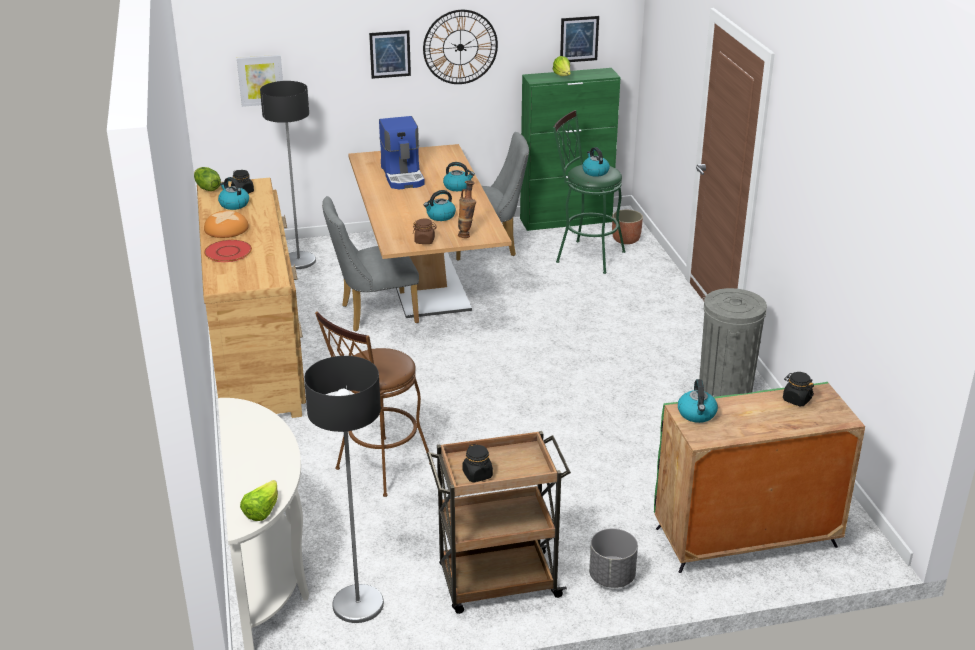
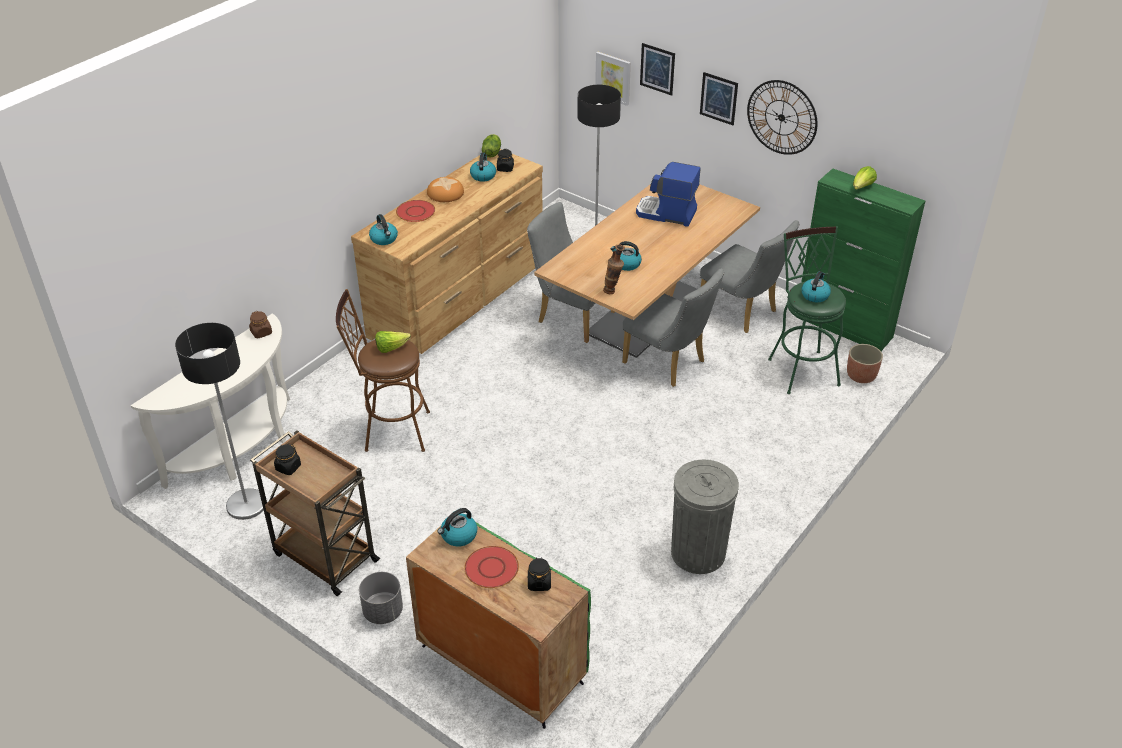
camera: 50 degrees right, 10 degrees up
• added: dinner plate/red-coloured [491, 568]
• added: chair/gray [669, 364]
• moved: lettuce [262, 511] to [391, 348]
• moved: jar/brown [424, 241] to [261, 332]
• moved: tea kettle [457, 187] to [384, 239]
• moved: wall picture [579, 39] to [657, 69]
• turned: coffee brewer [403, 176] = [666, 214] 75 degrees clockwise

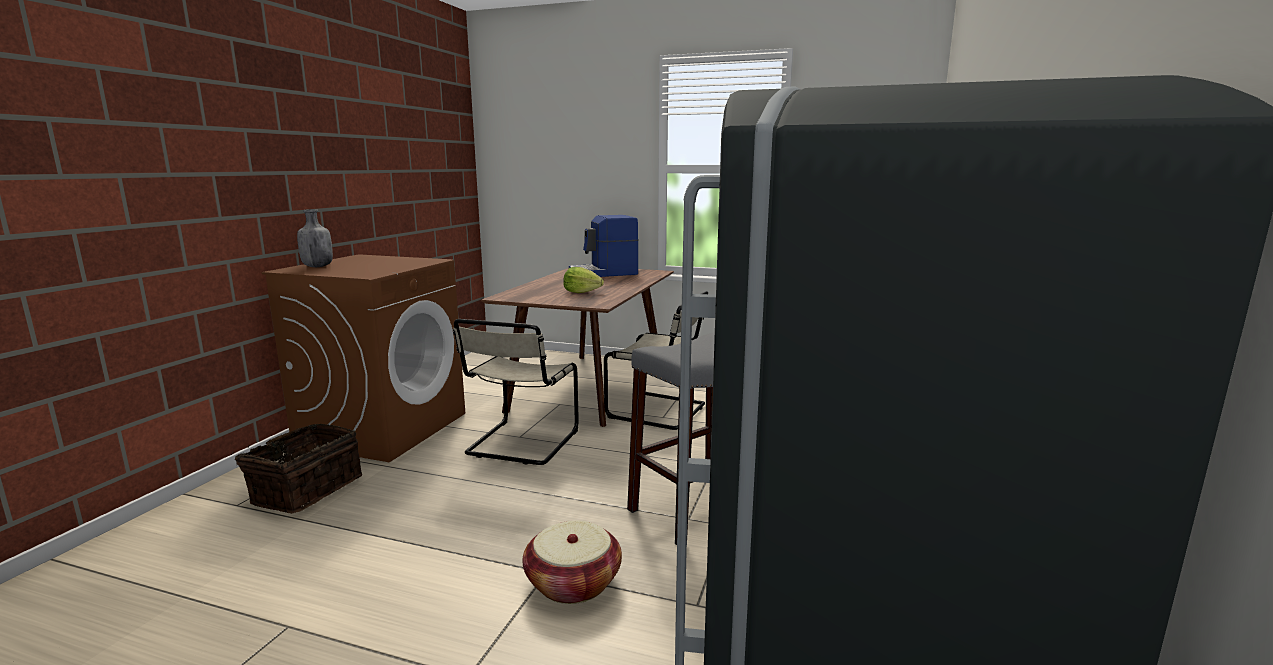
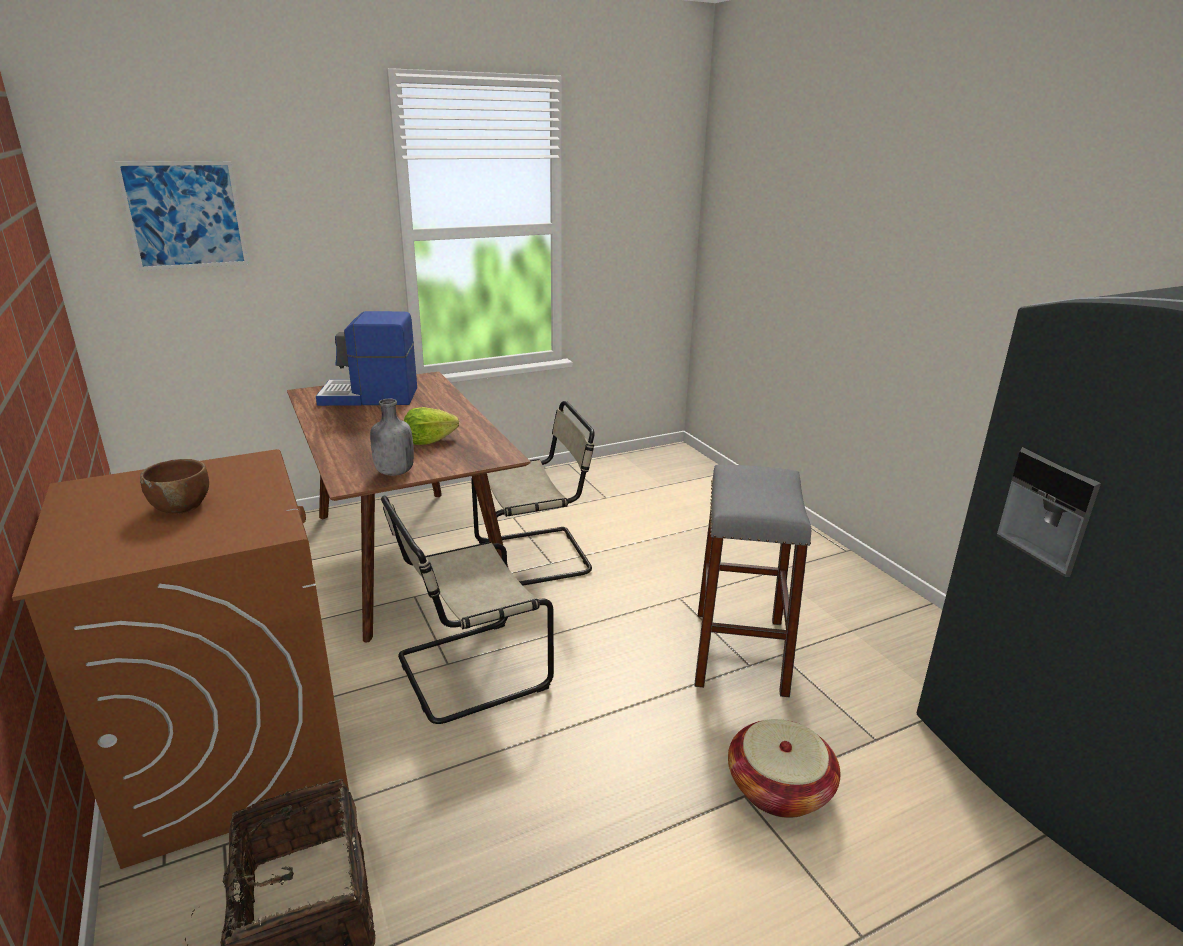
camera: 45 degrees left, 10 degrees up
• added: wall picture [185, 215]
• added: bowl/brown [181, 506]
• moved: drink bottle/gray [317, 266] to [394, 472]
• turned: chair/sand-coloured [521, 444] = [467, 672] 90 degrees clockwise
• turned: coffee brewer [604, 273] = [370, 397] 60 degrees clockwise

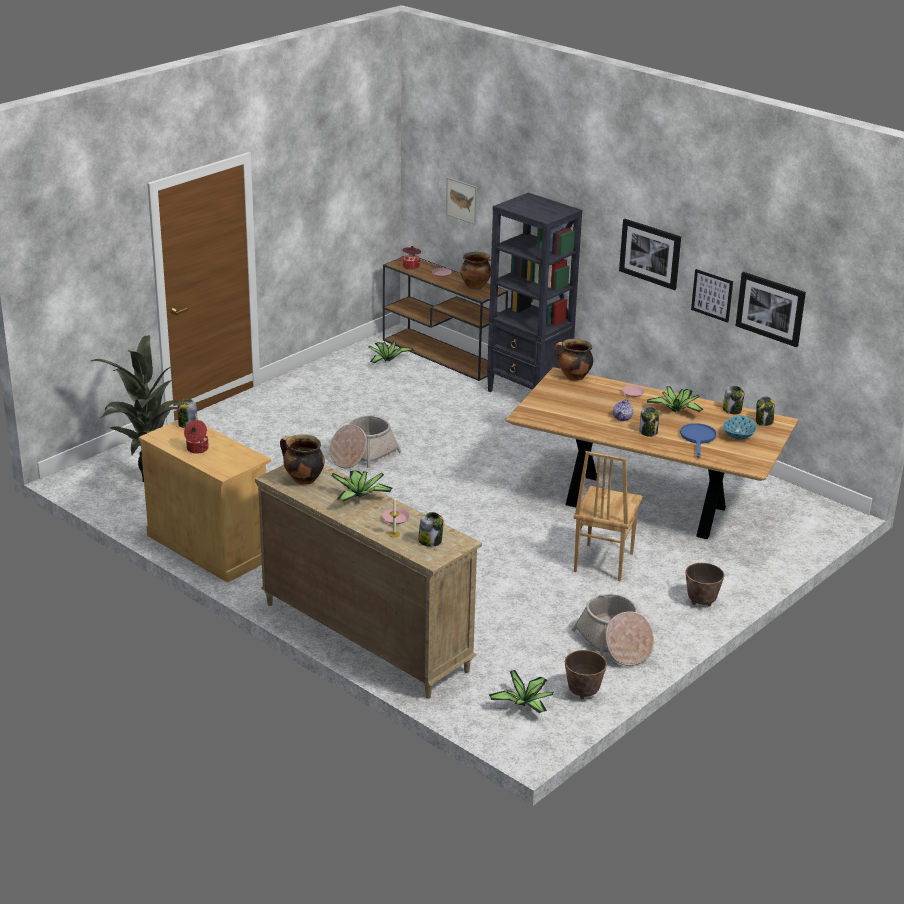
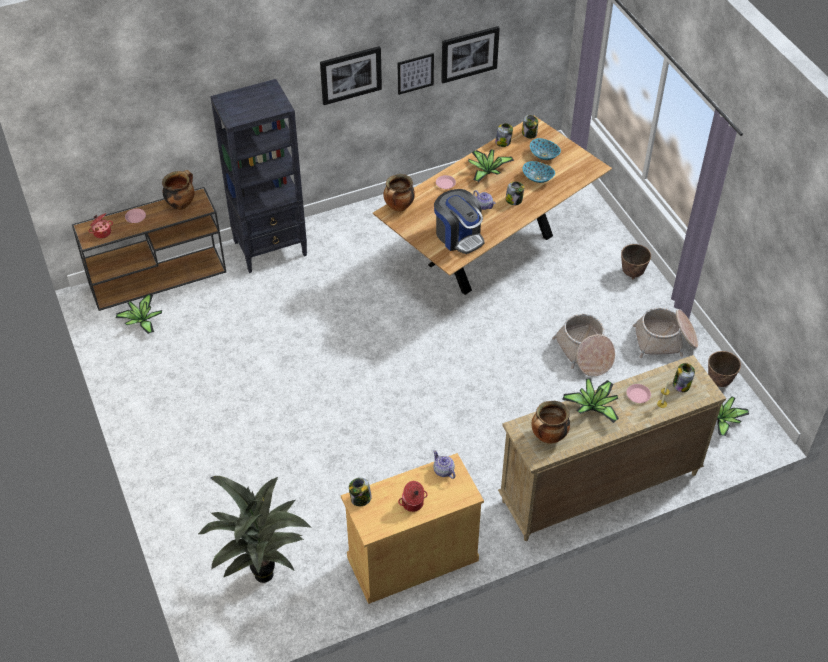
camera: 65 degrees left, 20 degrees up
• removed: wall picture [462, 200]
• removed: chair/brown [602, 562]
• added: tea pot [443, 471]
• added: coffee brewer [458, 236]
• moved: basket [362, 455] to [584, 353]
• replaced: pan/blue-coloured [698, 439] to bowl [538, 178]

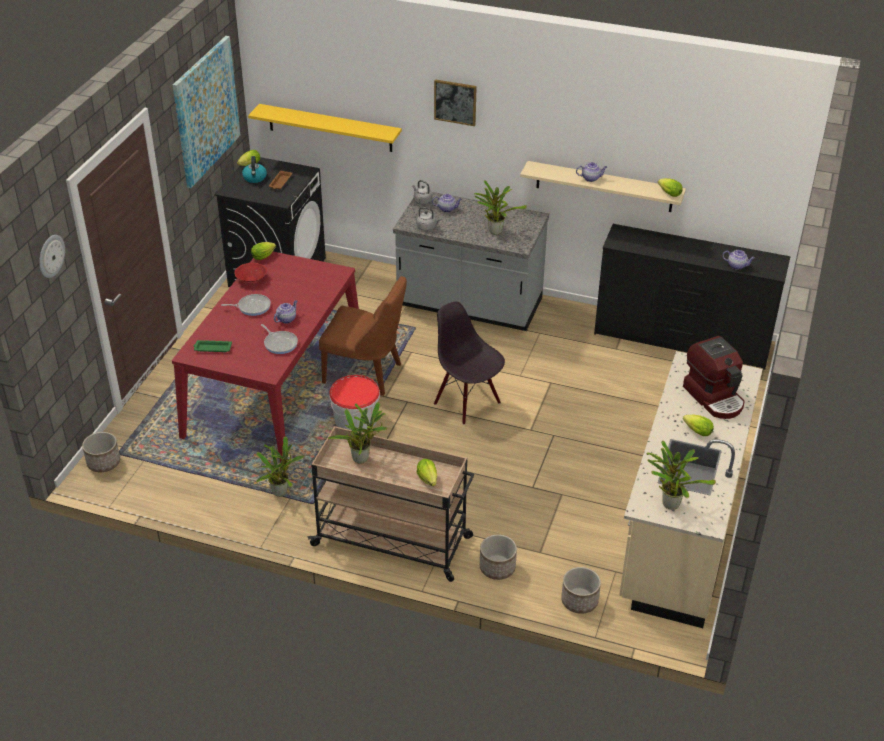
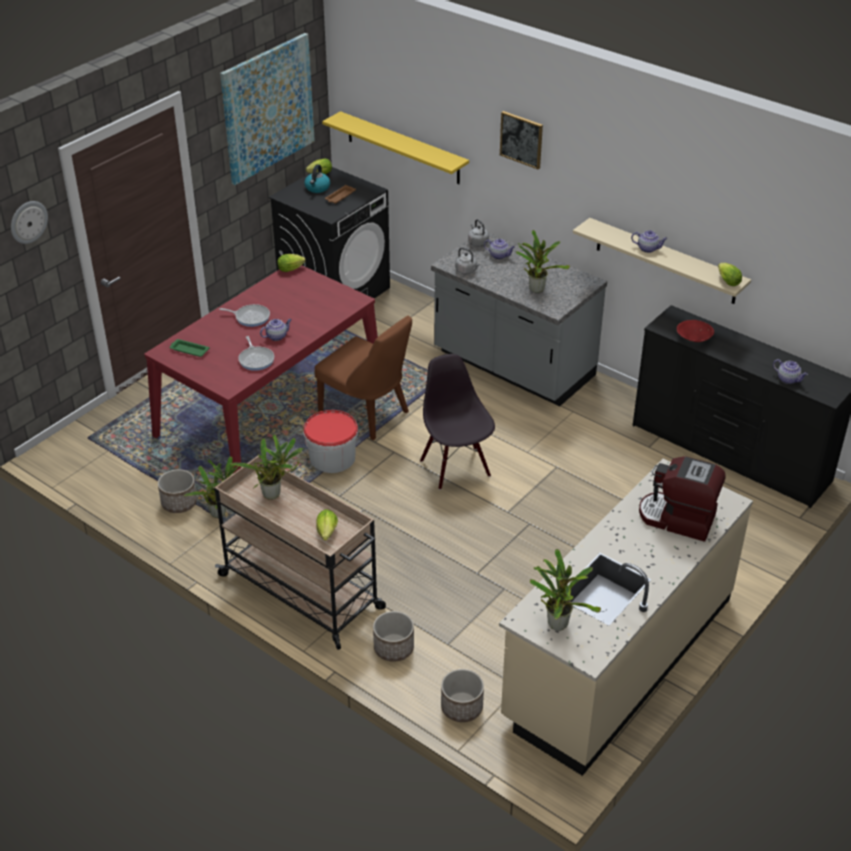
camera: 20 degrees right, 0 degrees up
• removed: lettuce [696, 431]
• moved: planter [103, 462] to [179, 502]
• moved: bowl/red-coloured [251, 279] to [694, 338]
• turned: coffee brewer [714, 397] = [677, 519] 120 degrees clockwise

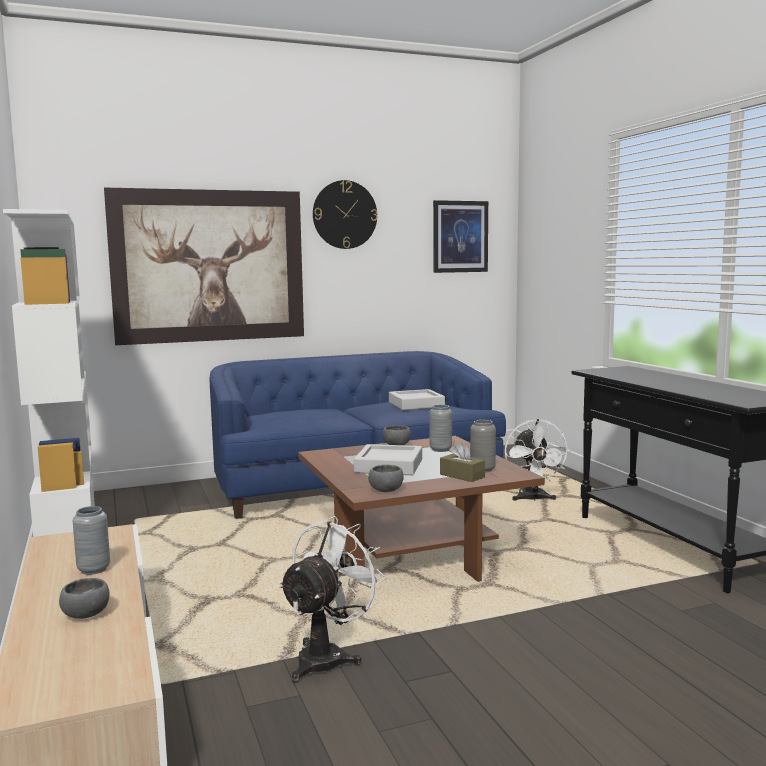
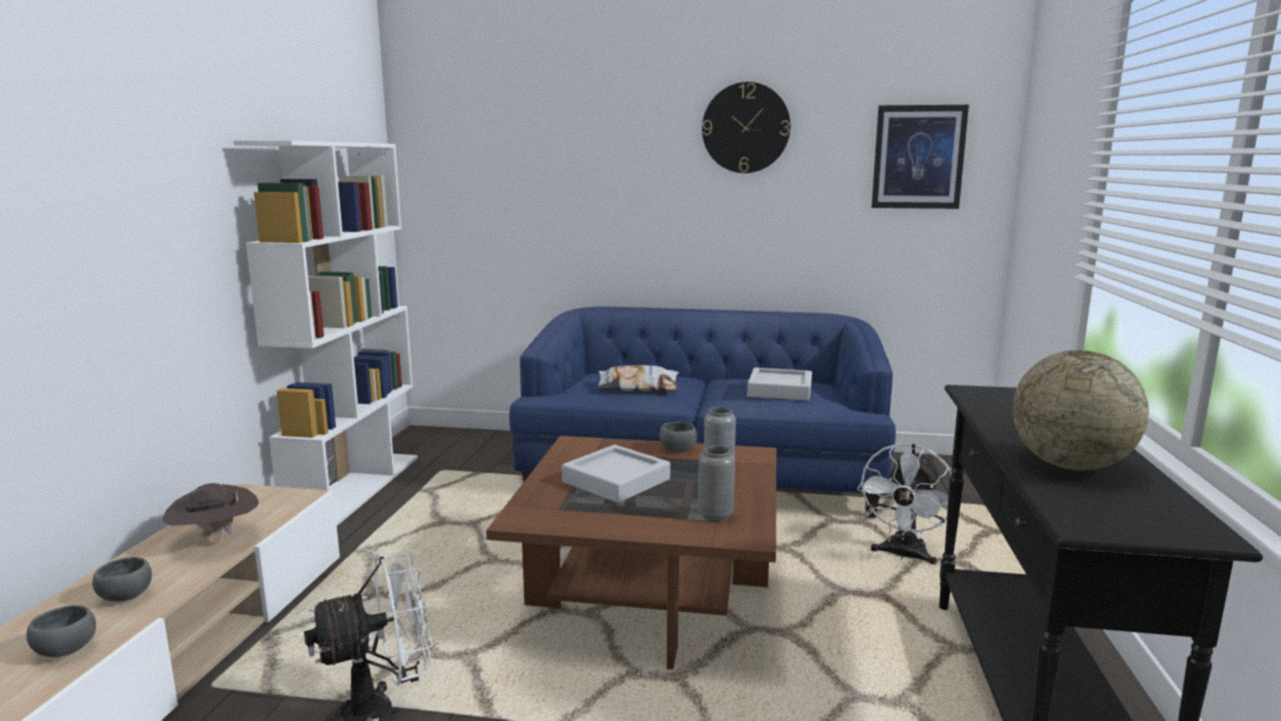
camera: 30 degrees right, 5 degrees up
• removed: wall picture [209, 266]
• removed: box of tissues/brown [462, 476]
• added: pillow [638, 387]
• added: world globe [1070, 465]
• moved: bowl/gray [387, 491] to [65, 651]
• replaced: vase/gray [93, 570] to wearable hat/brown [215, 540]

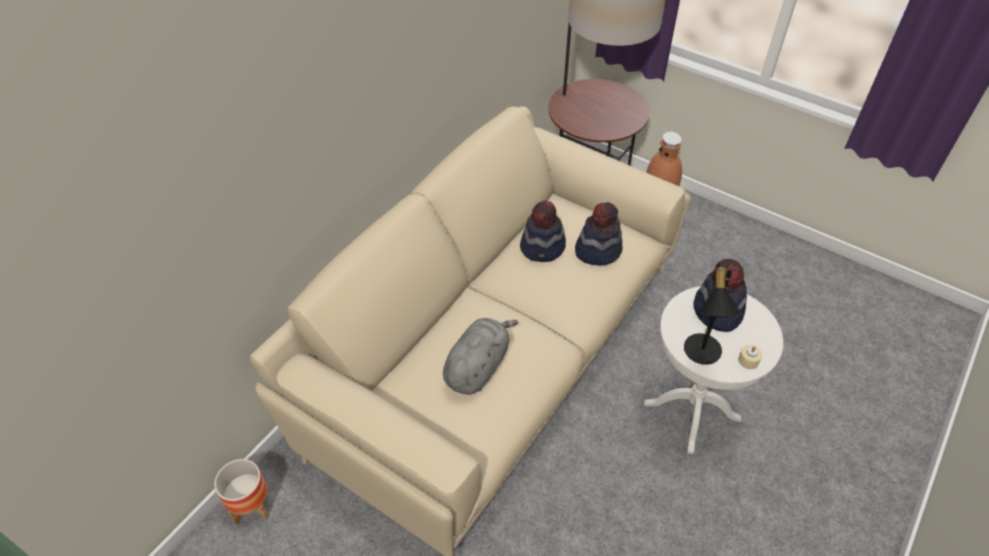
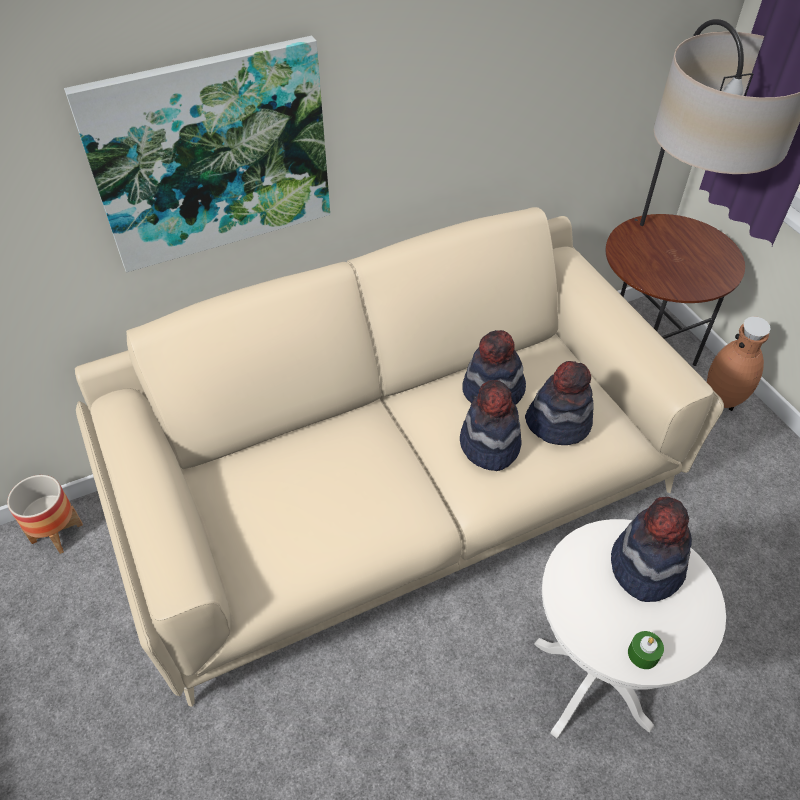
camera: 30 degrees right, 0 degrees up
• removed: cuddly toy/gray [478, 366]
• removed: tabletop lamp/blackish [701, 355]
• added: wall picture [212, 155]
• added: wearable hat [489, 445]
• recoloured: candle/sand-coloured [748, 360] to candle/green-coloured [643, 654]

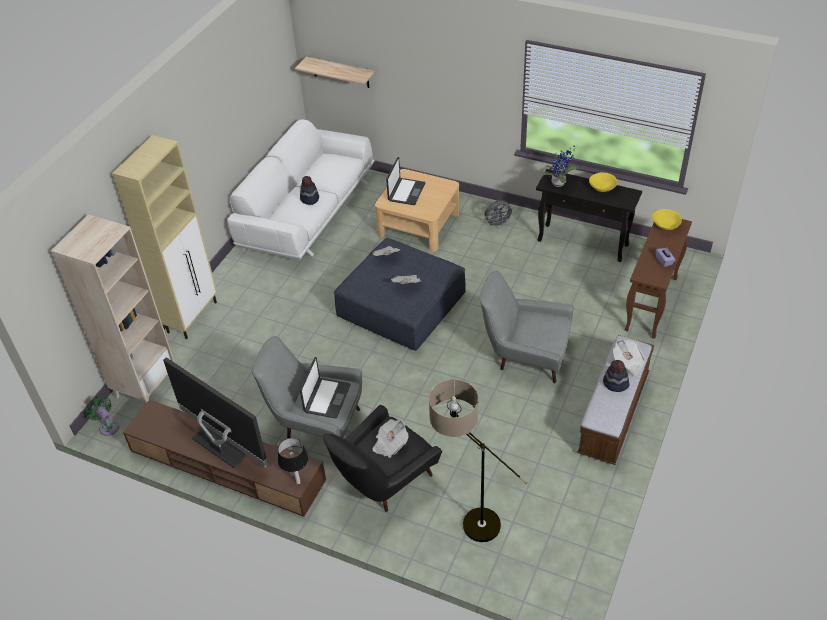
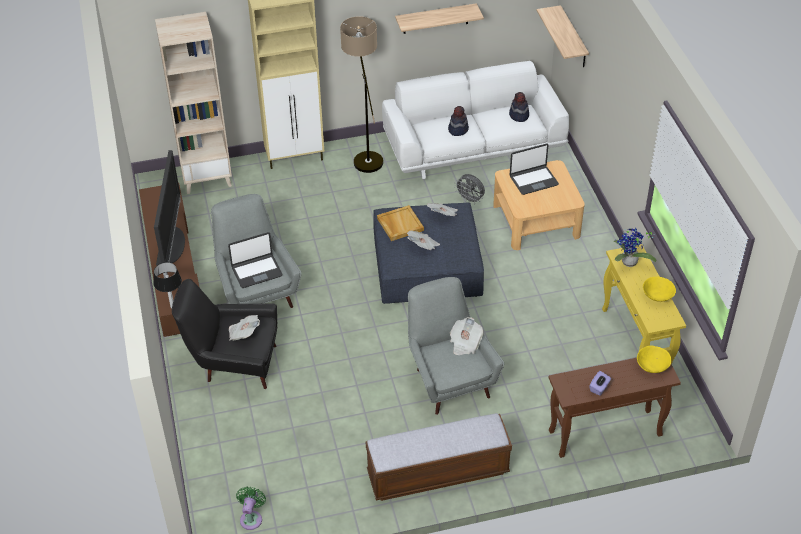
camera: 50 degrees right, 0 degrees up
• added: carrying tray/sand-coloured [399, 224]
• added: wall shelf [435, 19]
• moved: electric fan/green-coloured [108, 426] to [251, 518]
• moved: standing lamp [467, 520] to [365, 155]
• moved: electric fan/gray [498, 224] to [470, 200]
• moved: wearable hat [615, 384] to [519, 115]
• moved: newspaper [628, 363] to [465, 343]
• recoloured: console table/blackish [583, 243] to console table/yellow [635, 343]

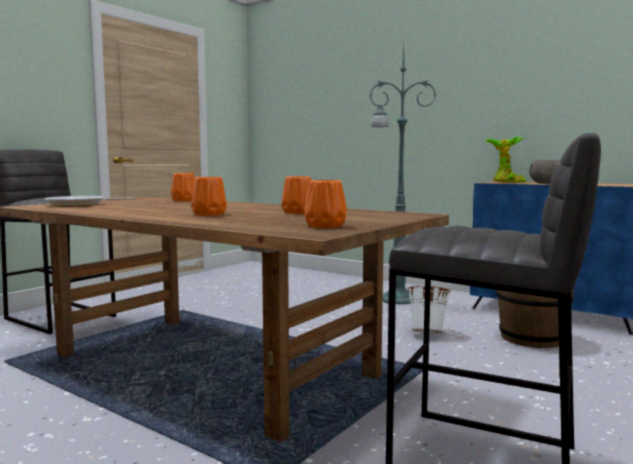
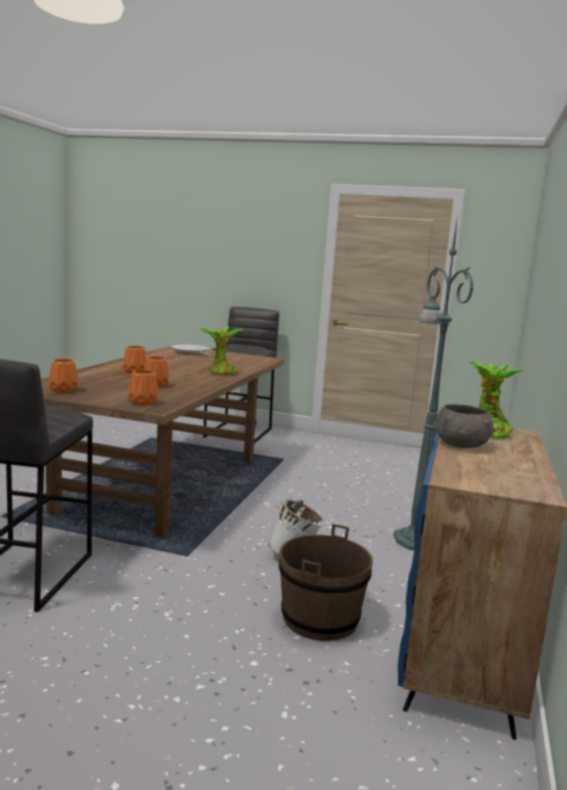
camera: 70 degrees right, 5 degrees up
• added: potted plant [221, 373]
• moved: vase/orange-coloured [183, 200] to [143, 402]

